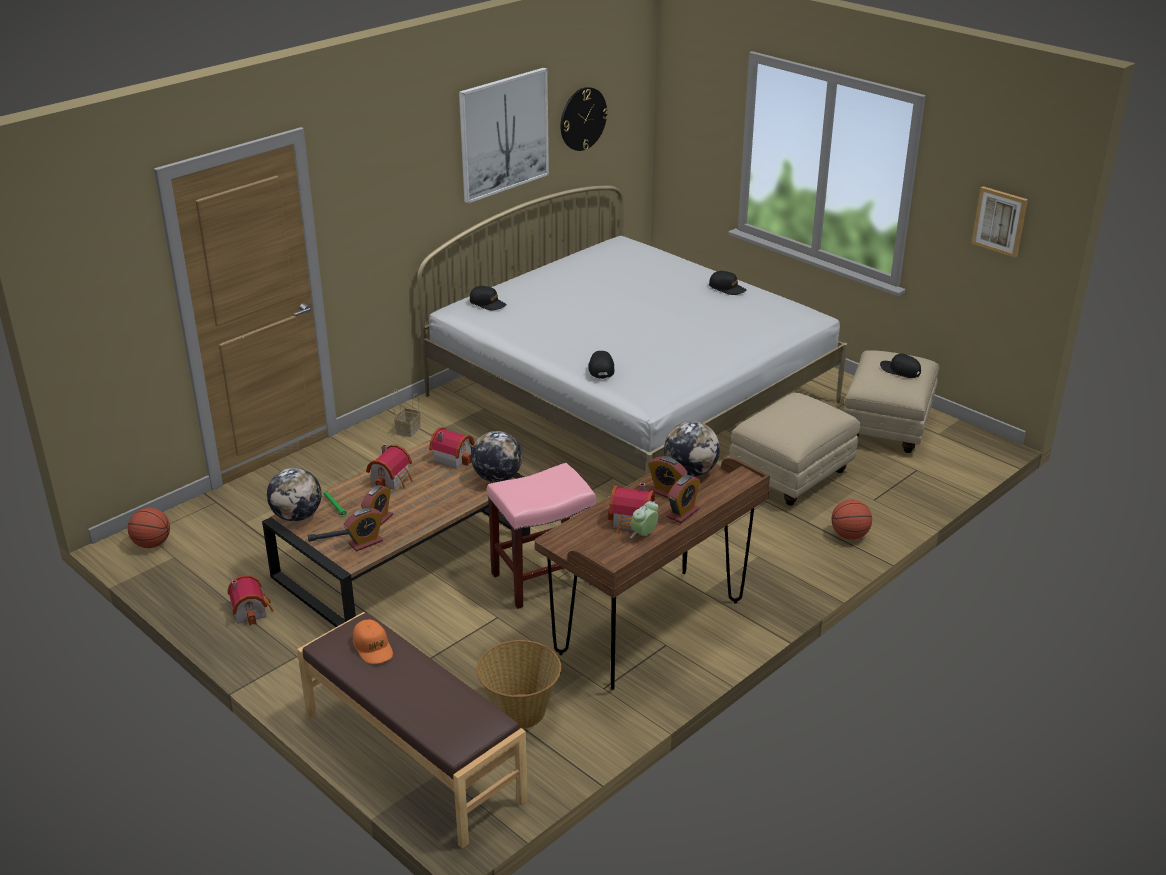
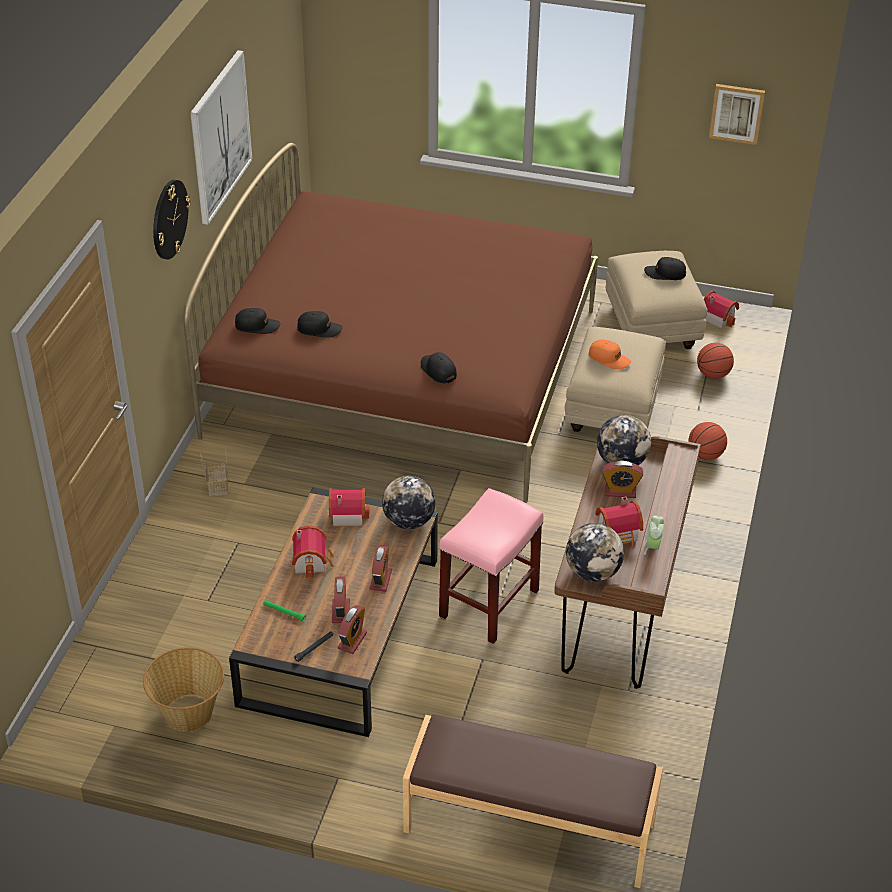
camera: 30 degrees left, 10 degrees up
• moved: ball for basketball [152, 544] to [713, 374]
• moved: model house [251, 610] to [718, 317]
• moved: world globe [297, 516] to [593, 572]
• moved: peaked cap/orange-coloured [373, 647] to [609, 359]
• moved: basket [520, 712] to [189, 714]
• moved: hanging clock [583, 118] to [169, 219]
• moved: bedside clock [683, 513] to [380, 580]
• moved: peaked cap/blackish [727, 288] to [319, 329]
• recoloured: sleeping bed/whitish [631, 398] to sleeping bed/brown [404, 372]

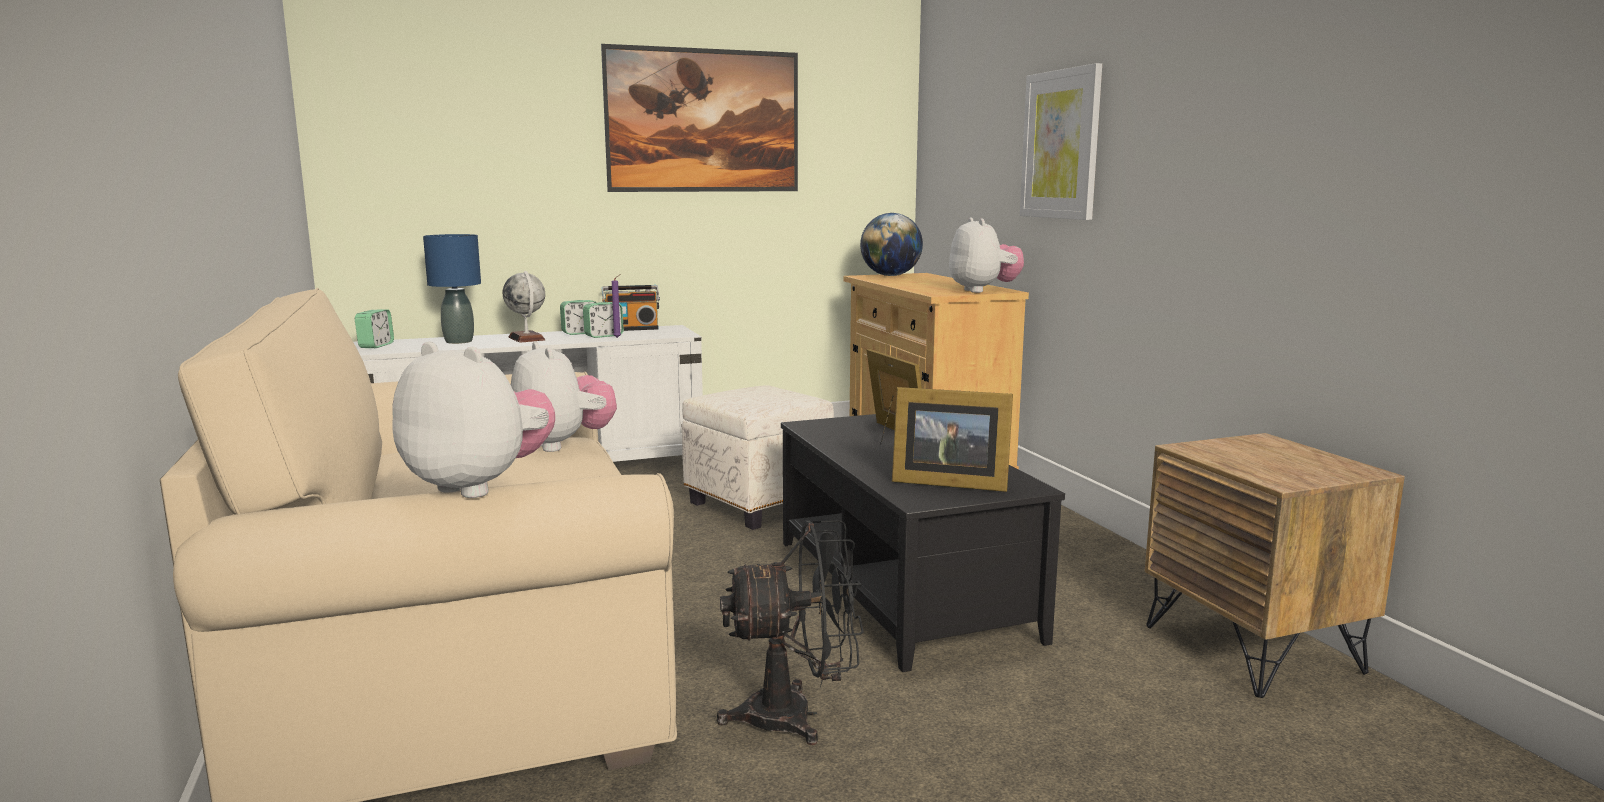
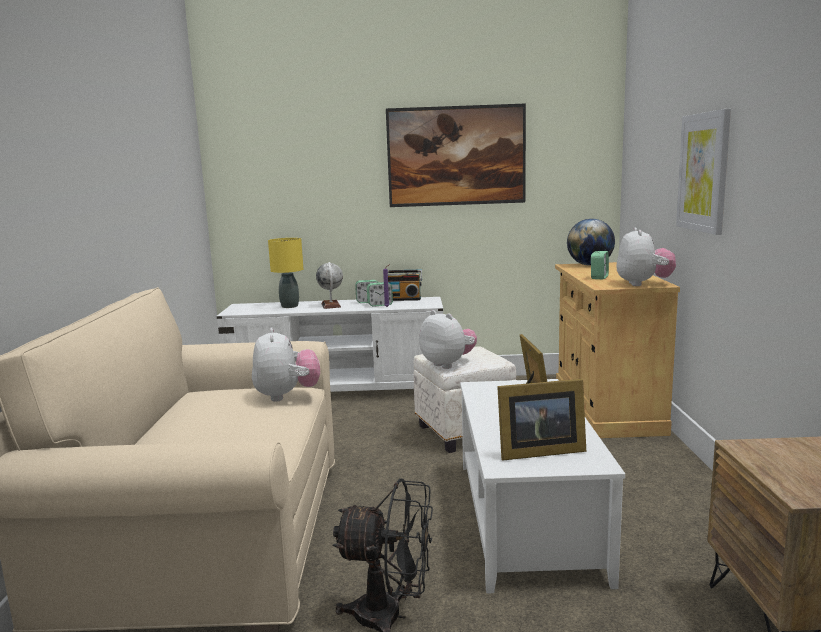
camera: 20 degrees right, 0 degrees up
• moved: bedside clock [376, 346] to [599, 277]
• moved: cuddly toy [479, 486] to [448, 364]
• recoloured: tabletop lamp/blue-coloured [459, 341] to tabletop lamp/yellow [289, 306]
• recoloured: coffee table/blackish [898, 588] to coffee table/whitish [525, 518]
• turned: standing frame [946, 482] = [537, 451] 45 degrees counterclockwise

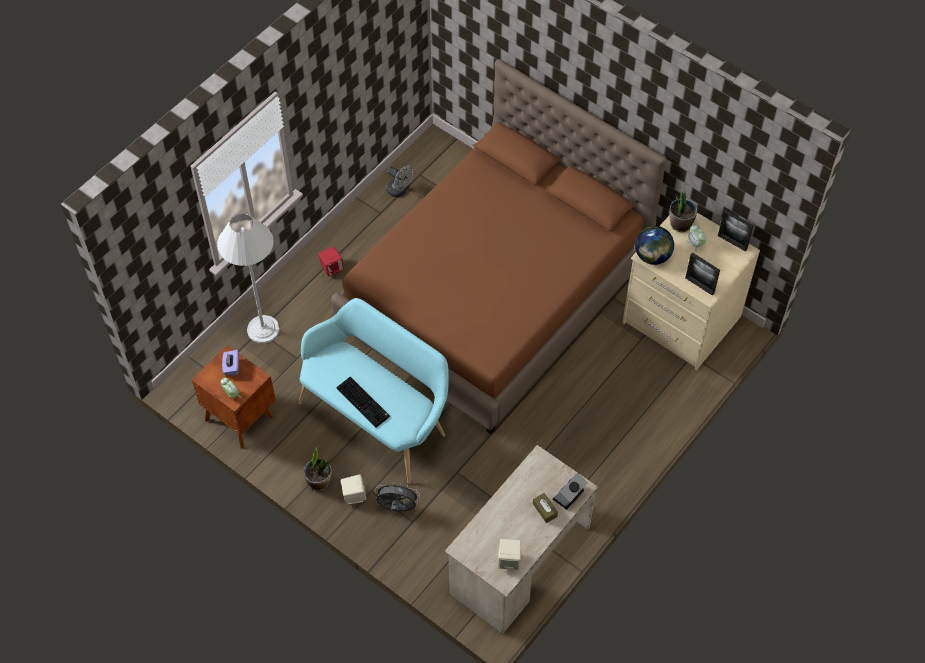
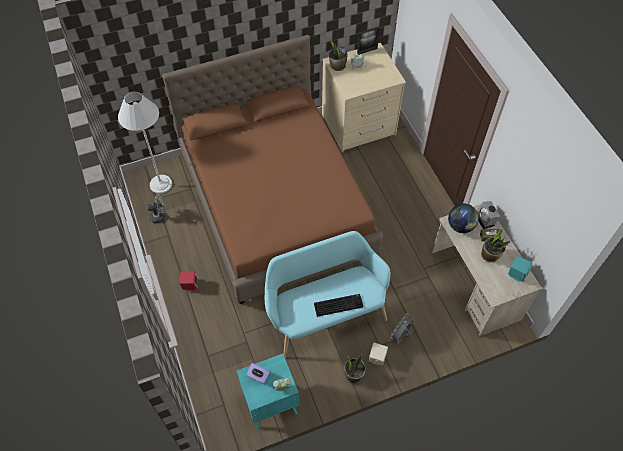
camera: 60 degrees left, 0 degrees up
• removed: standing frame [699, 285]
• added: potted plant [490, 255]
• moved: standing lamp/whitish [263, 329] to [161, 184]
• moved: world globe [652, 256] to [460, 226]
• recoloured: night table/brown [239, 416] to night table/blue-green [270, 403]
• recoloured: loudspeaker/sand-coloured [509, 560] to loudspeaker/blue-green [517, 274]

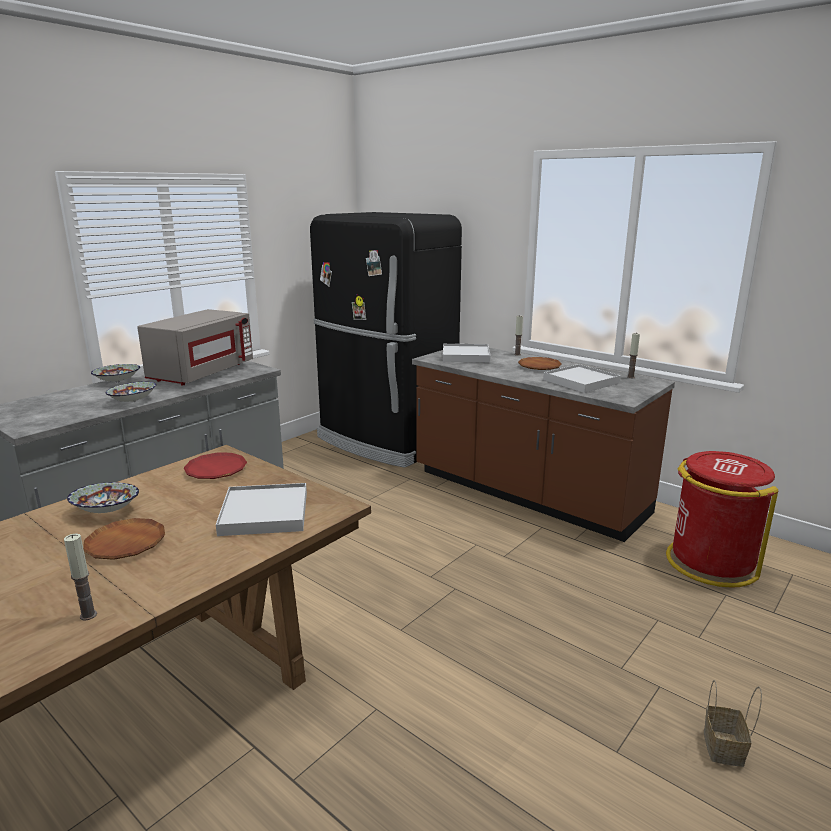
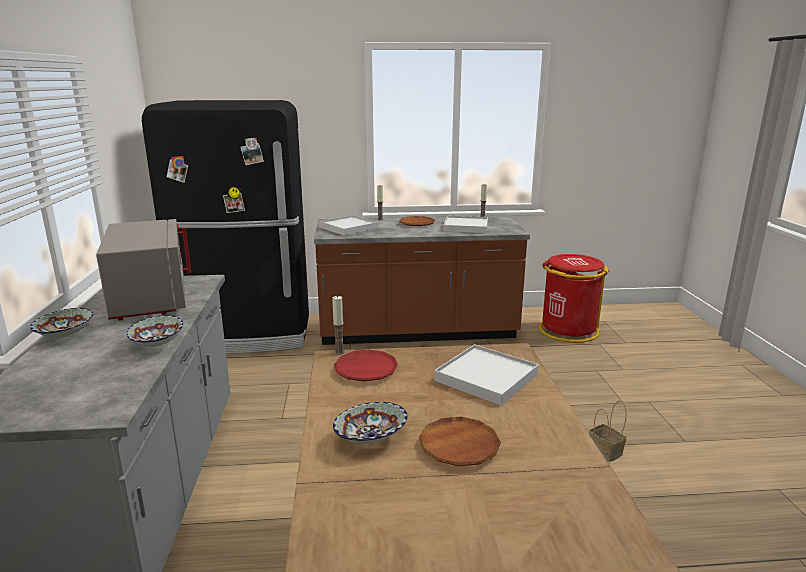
camera: 45 degrees left, 0 degrees up
• moved: candle [88, 615] to [339, 352]
• moved: basket [724, 749] to [606, 452]

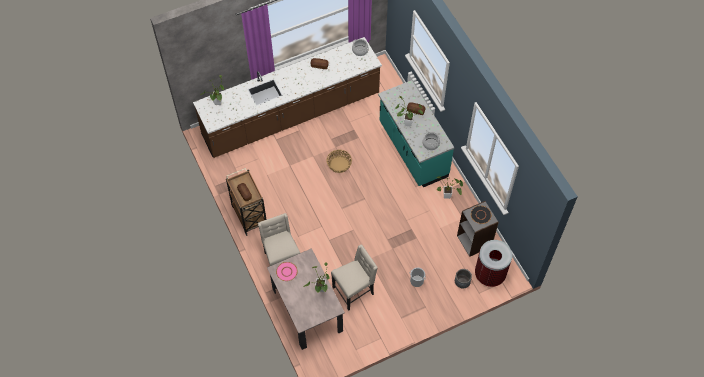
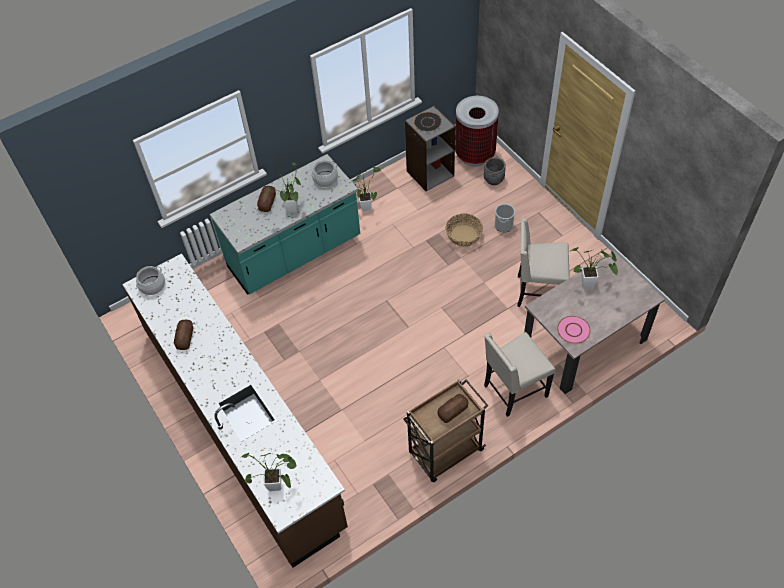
camera: 95 degrees left, 5 degrees down
• moved: basket [339, 165] to [464, 236]
• turned: chair/sand-coloured [354, 291] = [538, 292] 45 degrees counterclockwise

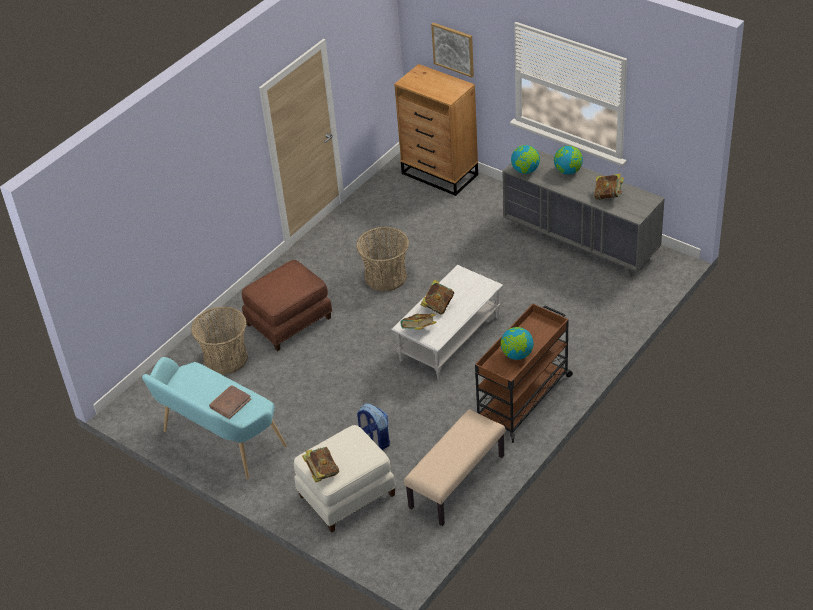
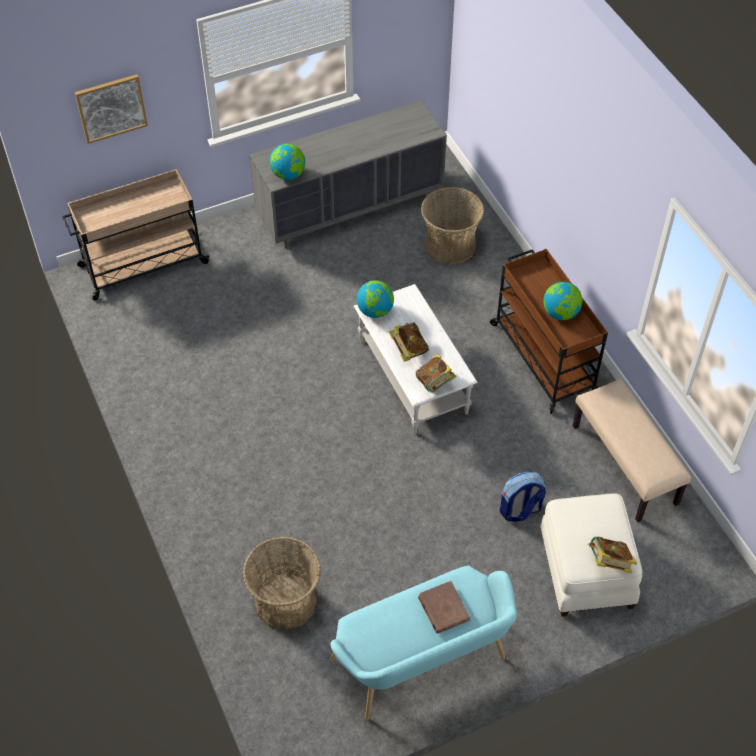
camera: 65 degrees left, 10 degrees up
• removed: pouffe/brown [289, 322]
• removed: volume [608, 196]
• moved: basket [386, 277] to [450, 246]
• moved: world globe [568, 171] to [375, 311]
• replaced: chest of drawers/brown [440, 174] to cart/sand-coloured [142, 265]

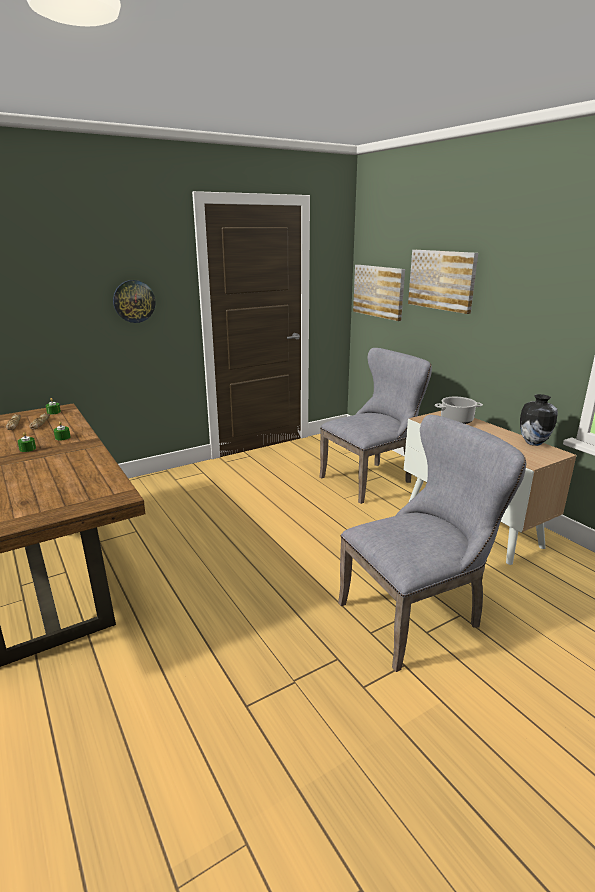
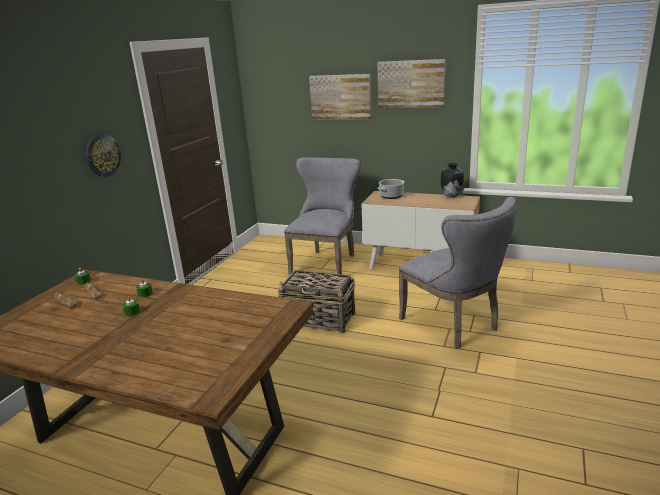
camera: 35 degrees left, 0 degrees up
• added: basket [320, 319]
• moved: wall picture [379, 291] to [411, 84]
• turned: chair/gray [417, 614] = [454, 325] 120 degrees clockwise

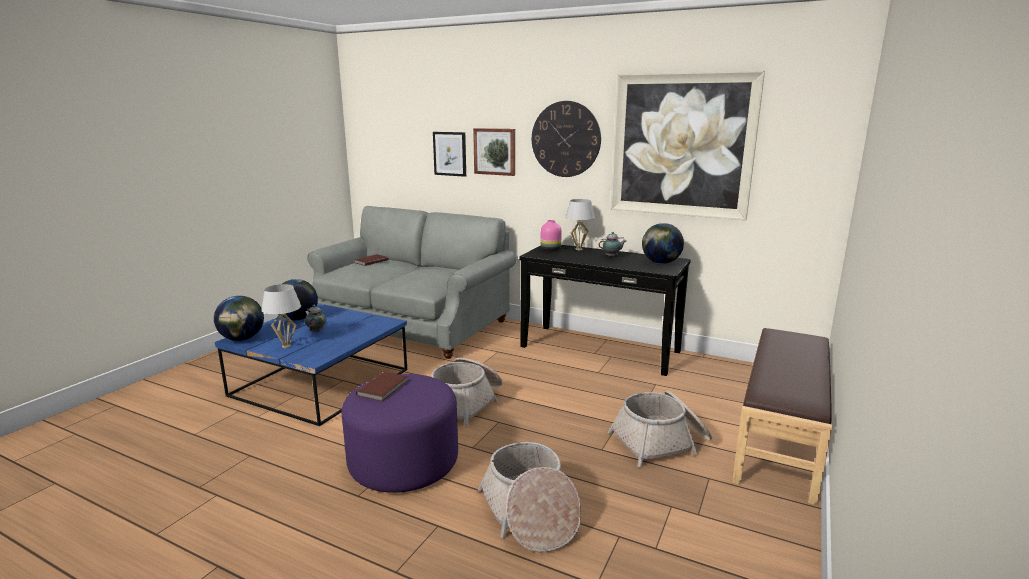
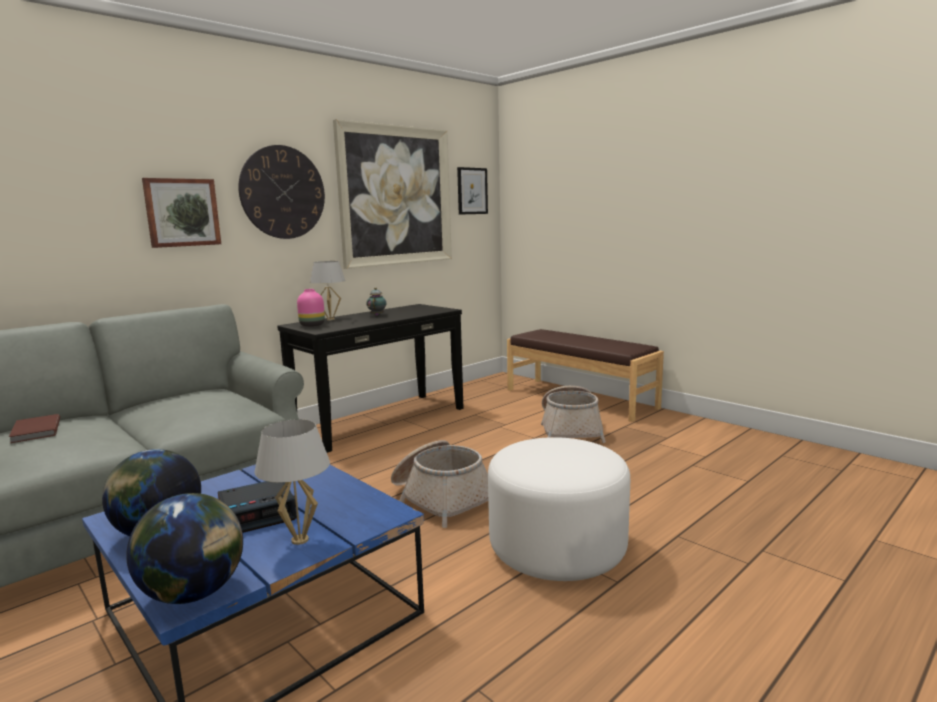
camera: 70 degrees left, 5 degrees down
• removed: volume/brown [384, 388]
• removed: basket [529, 513]
• removed: world globe [660, 263]
• moved: wall picture [450, 153] to [472, 191]
• replaced: tea pot [316, 331] to bedside clock [258, 514]
• recoloured: pouffe/purplish [404, 463] to pouffe/whitish [557, 547]

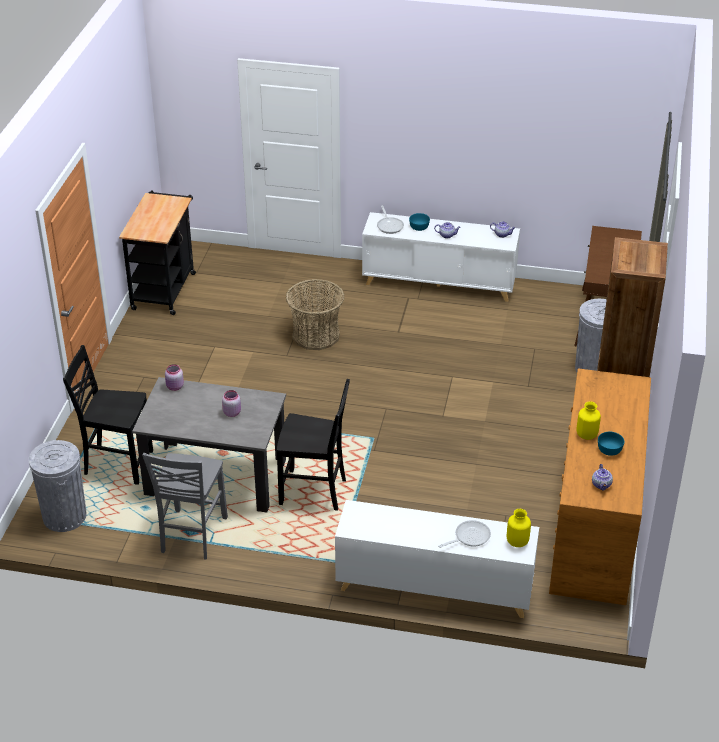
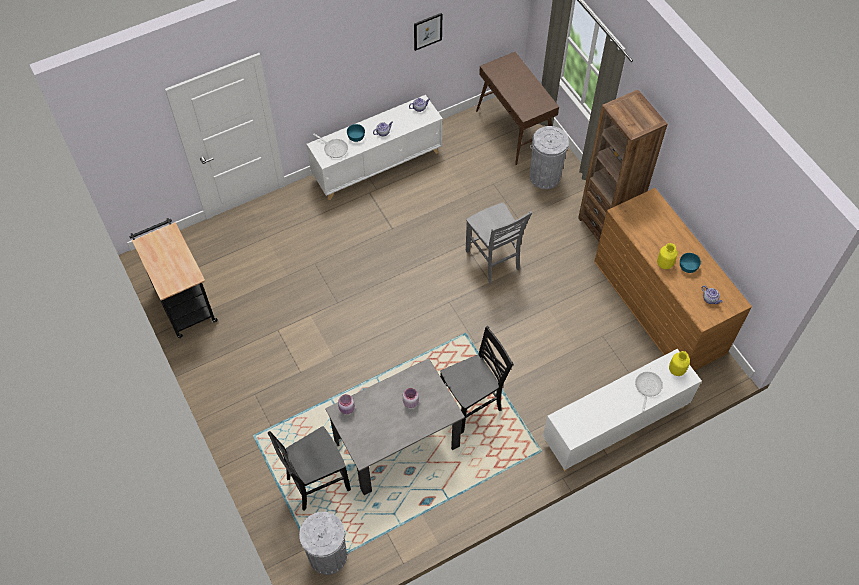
camera: 40 degrees left, 20 degrees up
• removed: basket [316, 335]
• added: wall picture [427, 31]
• moved: chair/gray [192, 535] to [493, 260]

